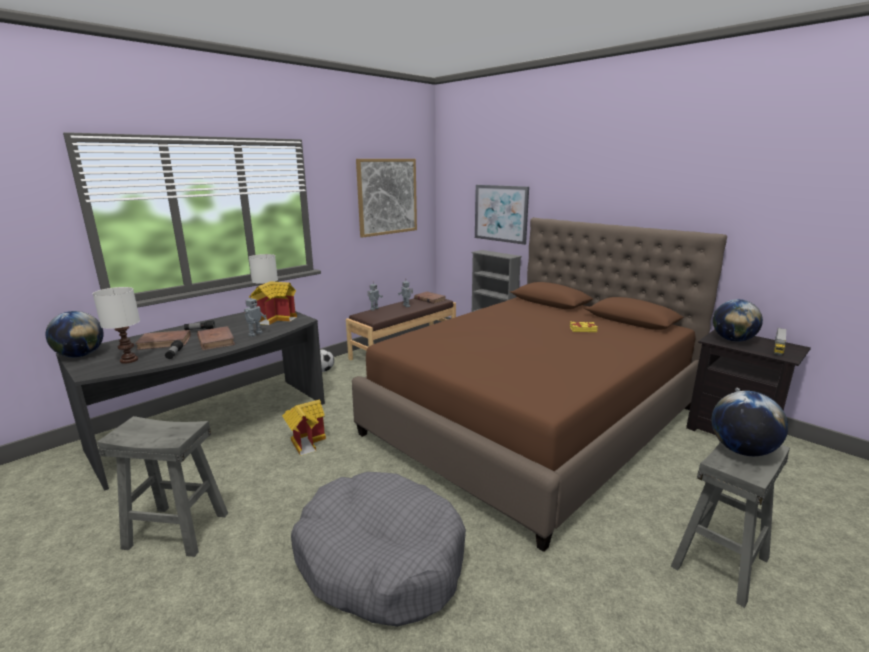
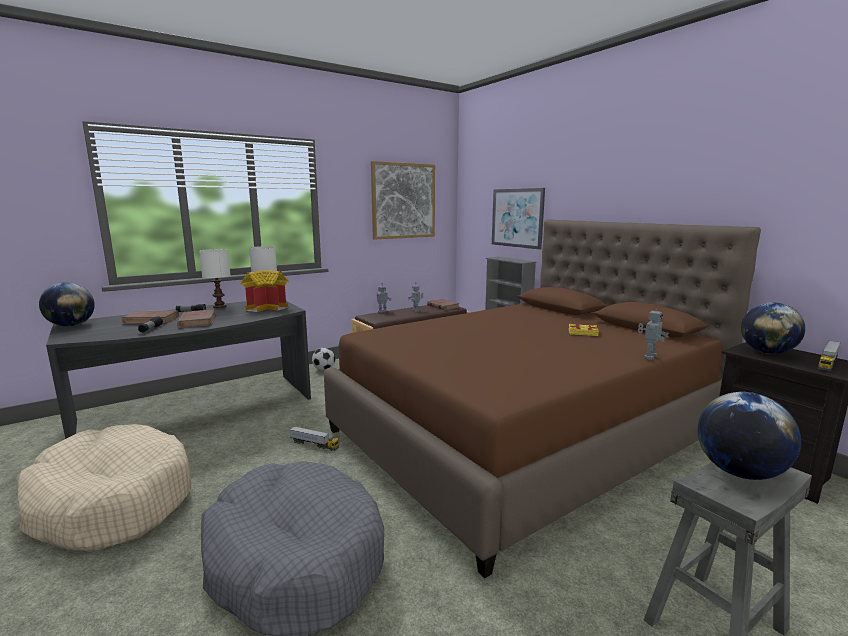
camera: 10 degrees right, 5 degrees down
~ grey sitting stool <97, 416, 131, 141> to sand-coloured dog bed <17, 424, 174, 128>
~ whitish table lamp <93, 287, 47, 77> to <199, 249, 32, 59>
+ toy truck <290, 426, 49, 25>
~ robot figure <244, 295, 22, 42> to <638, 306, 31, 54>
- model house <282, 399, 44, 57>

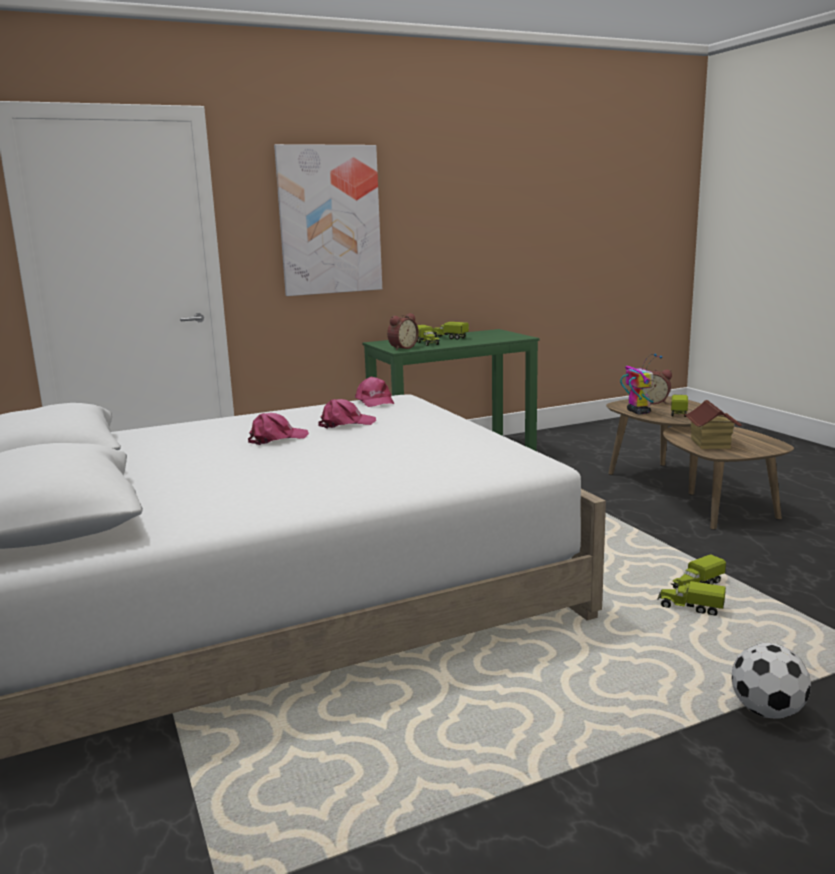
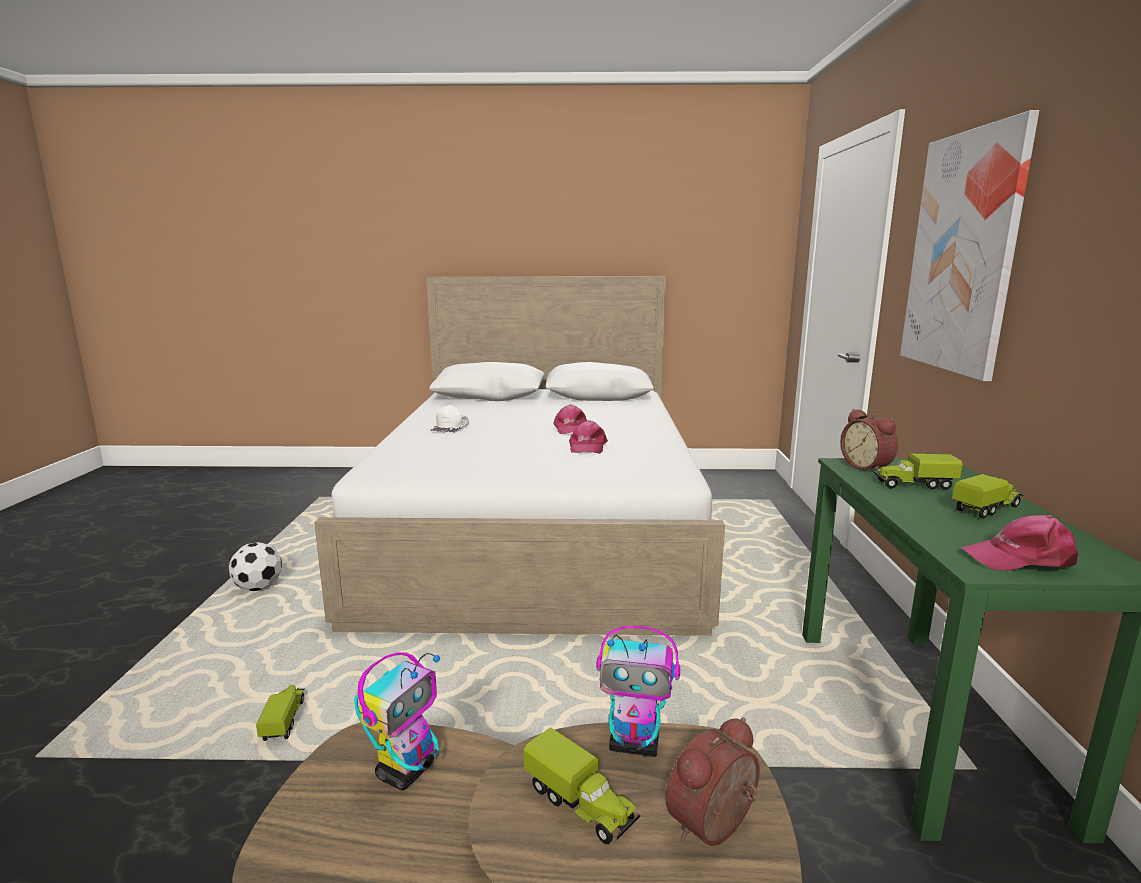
camera: 115 degrees right, 0 degrees up
~ ball for football <731, 643, 80, 76> to <229, 542, 53, 49>
~ model house <684, 400, 58, 49> to robot figure <354, 652, 87, 138>
+ whitish peaked cap <430, 405, 39, 28>
~ pink peaked cap <355, 377, 39, 30> to <961, 515, 117, 57>
- toy truck <657, 581, 69, 35>

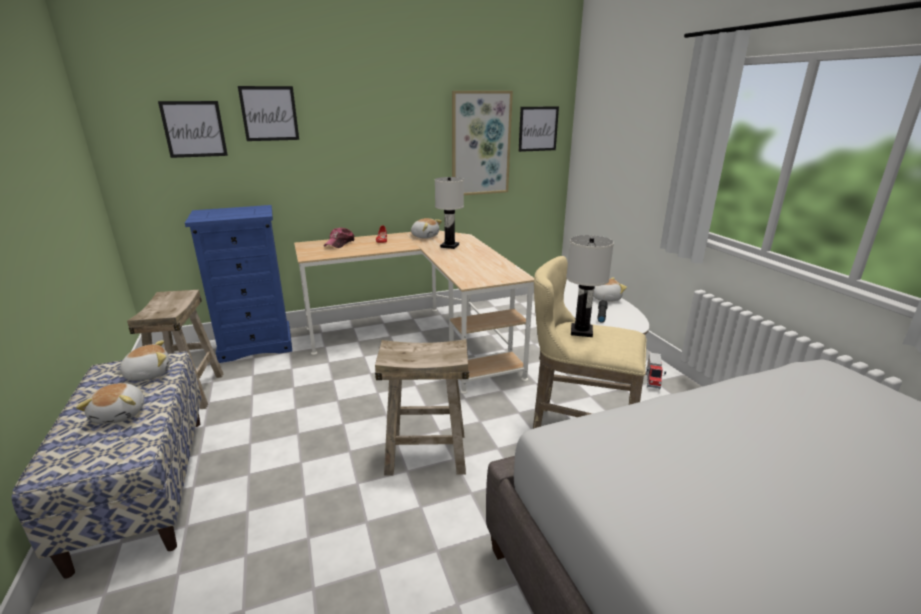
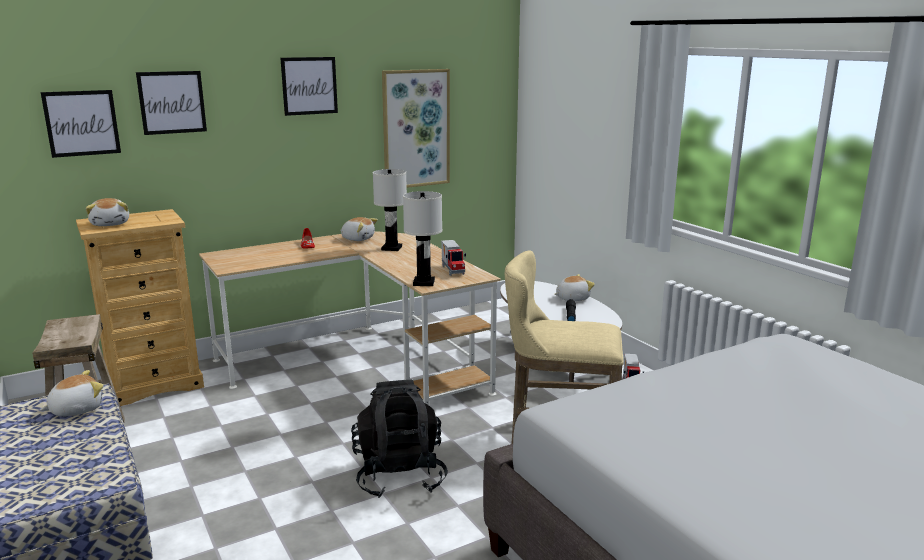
camera: 10 degrees left, 5 degrees down
~ blue chest of drawers <185, 205, 107, 158> to sand-coloured chest of drawers <76, 209, 128, 197>
~ soft toy <76, 383, 68, 41> to <85, 198, 44, 28>
~ picture <519, 106, 40, 46> to <280, 57, 58, 59>
~ sand-coloured sitting stool <375, 339, 94, 137> to black-coloured backpack <351, 380, 97, 118>
~ whitish table lamp <566, 235, 48, 102> to <403, 191, 39, 95>
+ toy truck <441, 240, 25, 36>
- peaked cap <324, 227, 31, 21>

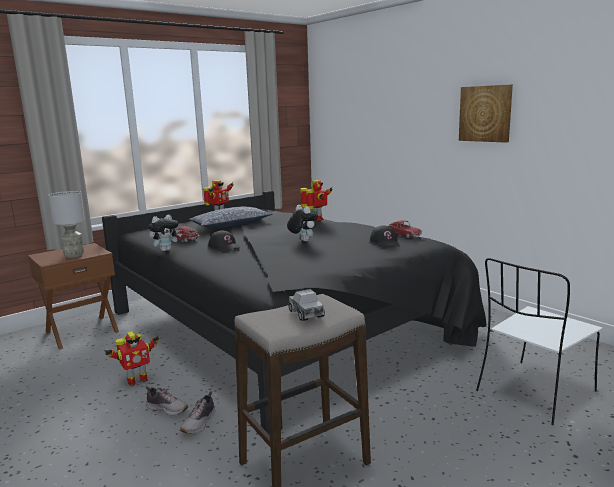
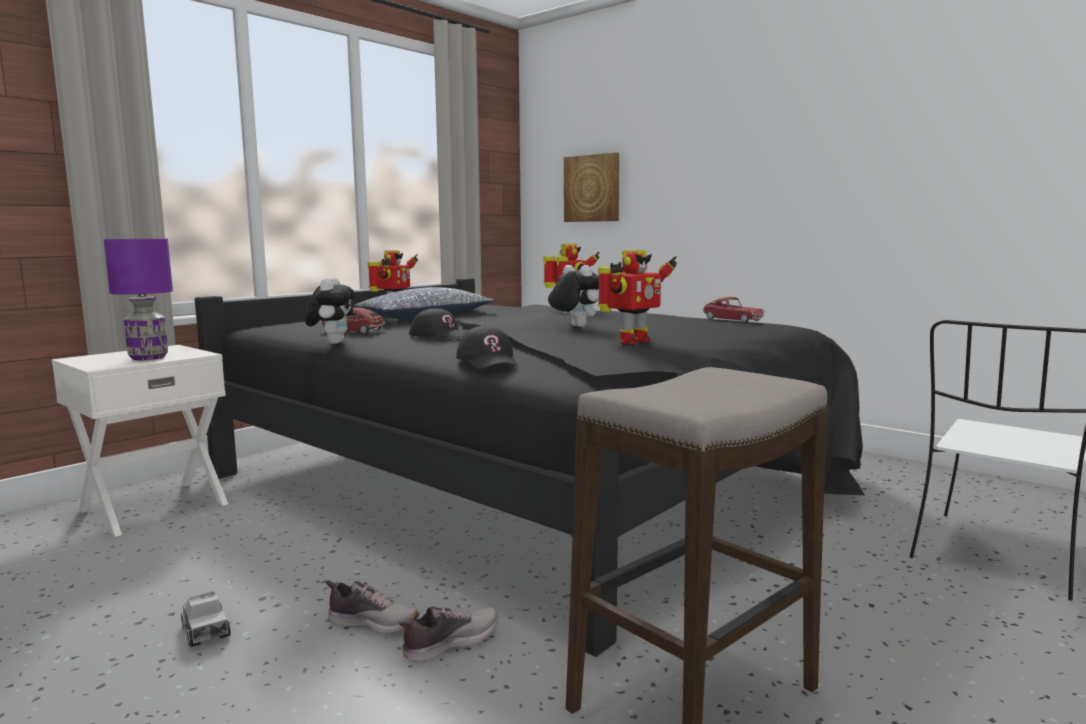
camera: 10 degrees left, 5 degrees down
~ brown bedside table <28, 243, 91, 107> to whitish bedside table <52, 345, 176, 192>
~ grey table lamp <48, 191, 37, 67> to purple-coloured table lamp <104, 239, 69, 121>
~ toy truck <289, 289, 36, 32> to <181, 591, 50, 56>
~ soft toy <149, 215, 33, 36> = <305, 278, 50, 66> 45 degrees counterclockwise
~ low shoe <180, 391, 35, 43> = <399, 606, 99, 57> 135 degrees counterclockwise
~ black-coloured peaked cap <370, 225, 30, 23> to <456, 326, 62, 43>
~ picture <459, 84, 54, 59> to <564, 152, 55, 70>
~ robot figure <104, 331, 55, 55> to <598, 250, 79, 95>

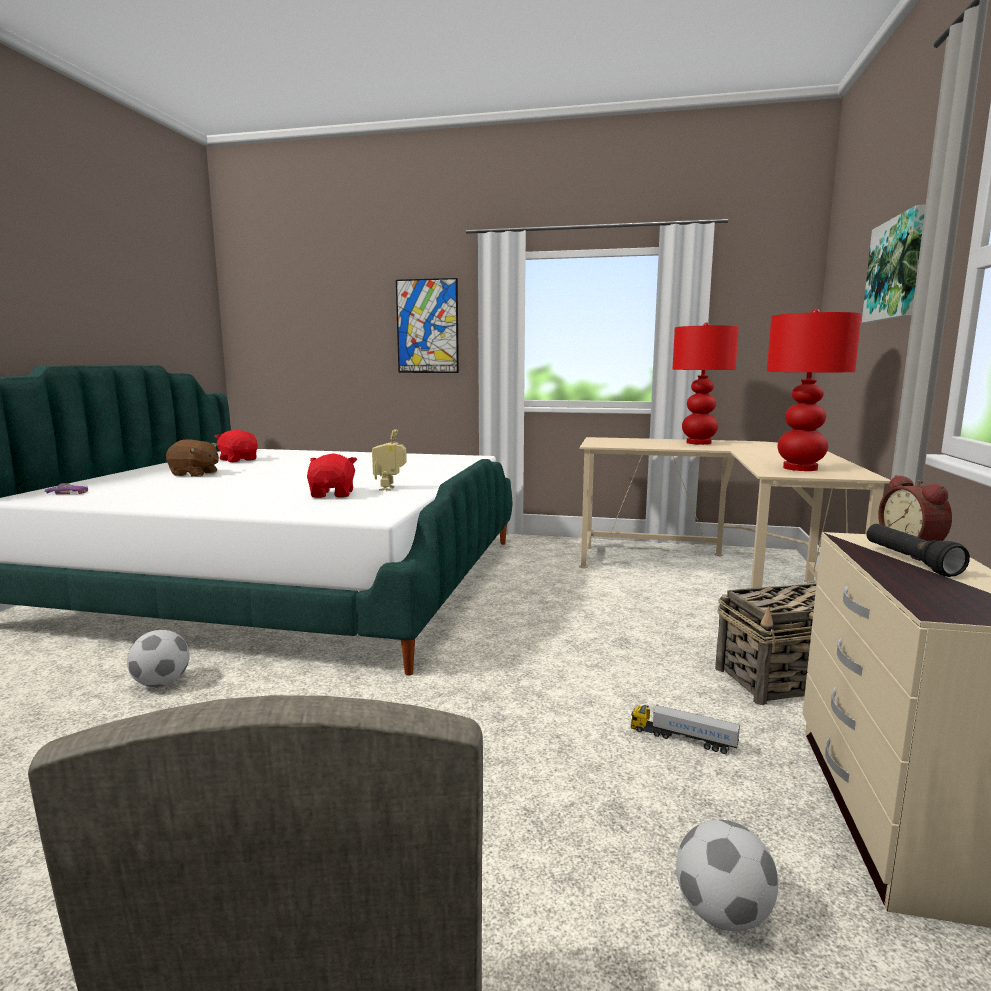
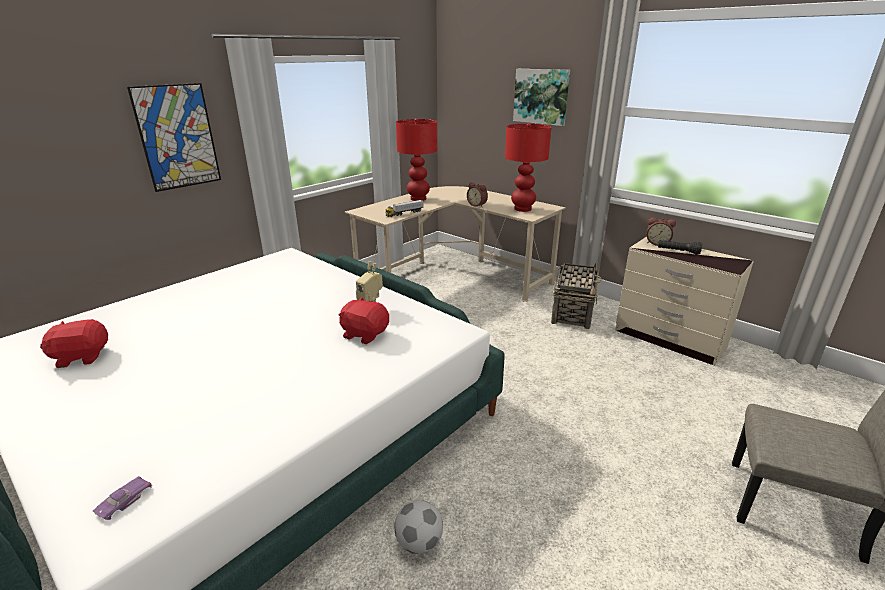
camera: 60 degrees left, 15 degrees up
~ toy truck <631, 705, 109, 49> to <385, 200, 39, 17>
+ alarm clock <467, 182, 21, 25>
- brown soft toy <166, 439, 53, 38>
- ball for football <676, 819, 102, 112>

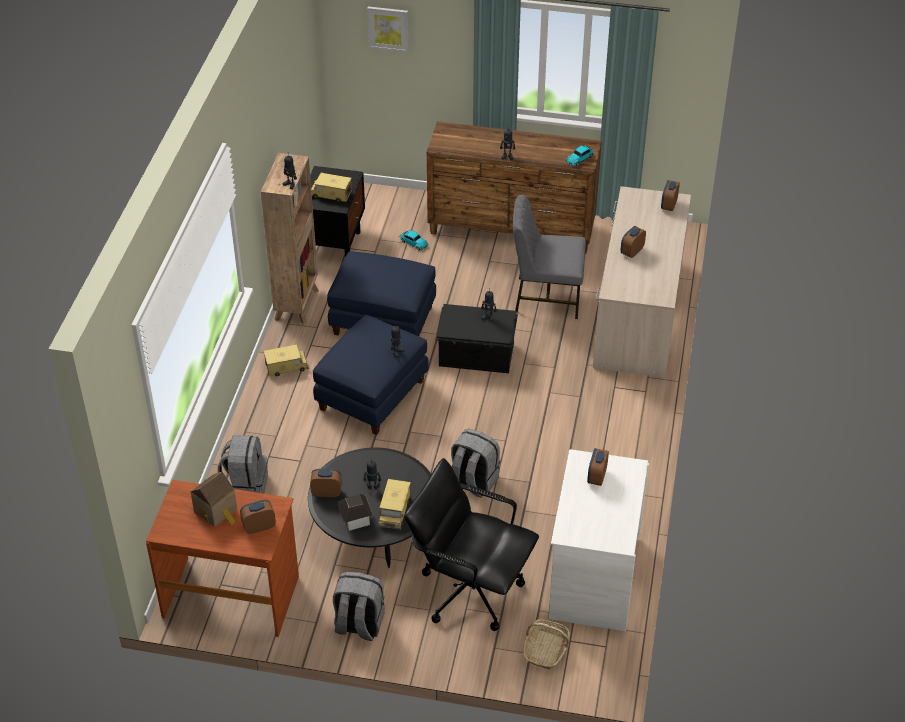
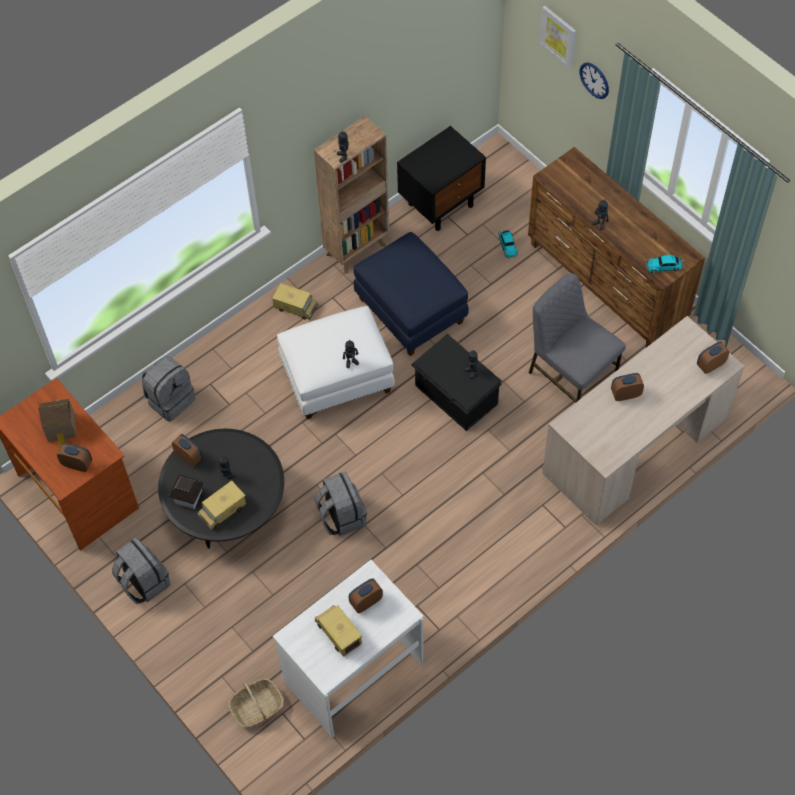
camera: 40 degrees right, 15 degrees up
~ blue ottoman <313, 315, 116, 120> to whitish ottoman <277, 306, 118, 113>
~ toy truck <311, 173, 41, 29> to <315, 605, 47, 52>
+ clock on the wall <580, 62, 29, 37>
- black-coloured computer chair <404, 458, 135, 173>

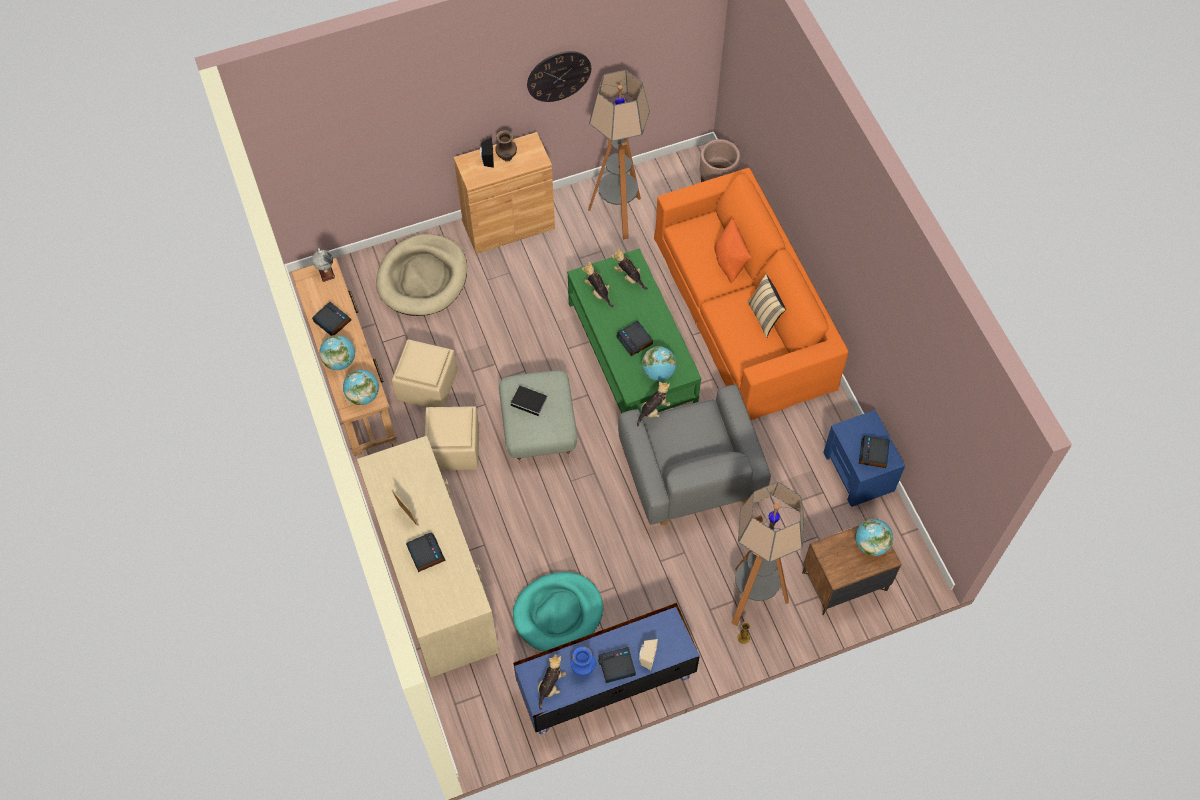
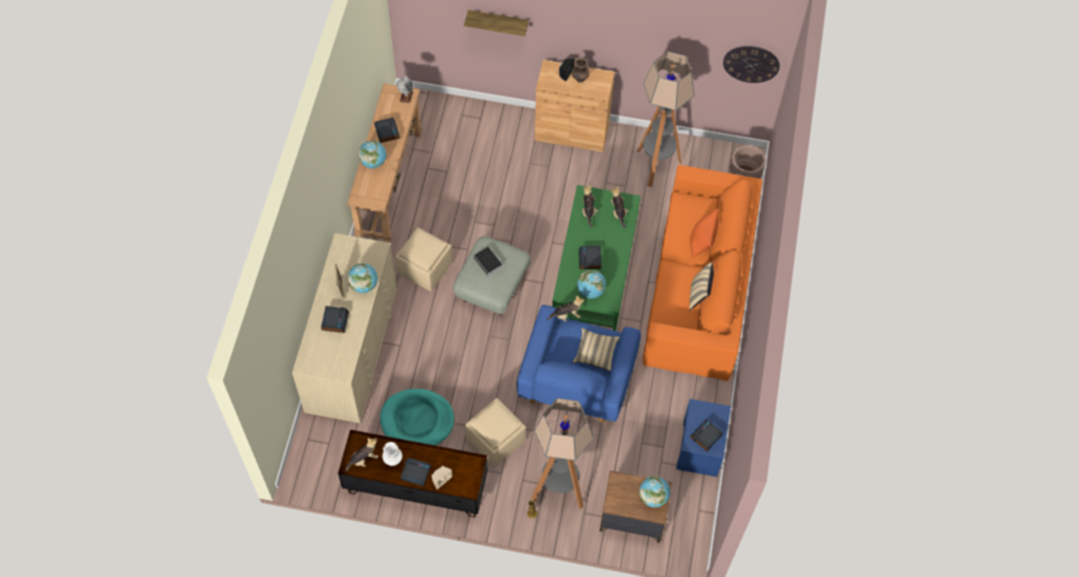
camera: 30 degrees right, 0 degrees up
~ blue media console <513, 603, 187, 131> to brown media console <338, 430, 150, 88>
~ globe <343, 370, 36, 35> to <348, 263, 30, 30>
~ blue flower vase <570, 647, 26, 29> to whitish flower vase <382, 442, 20, 24>
+ shelf <464, 10, 65, 26>
~ sand-coloured ottoman <392, 339, 65, 68> to <465, 398, 61, 69>
~ grey armchair <618, 384, 153, 141> to blue armchair <517, 305, 124, 118>
+ sand-coloured cushion <573, 328, 47, 43>
~ clock on the wall <527, 51, 64, 51> to <723, 46, 57, 37>
- sand-coloured dog bed <376, 234, 91, 82>

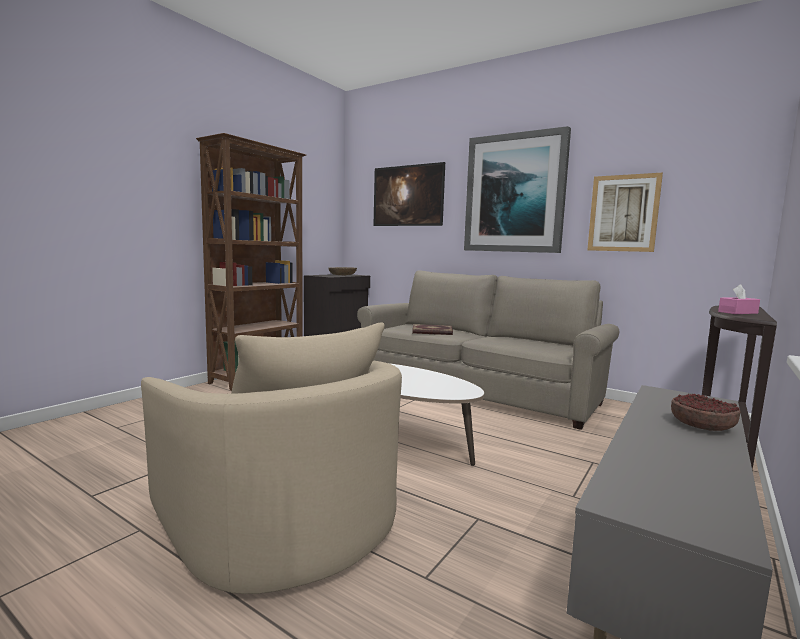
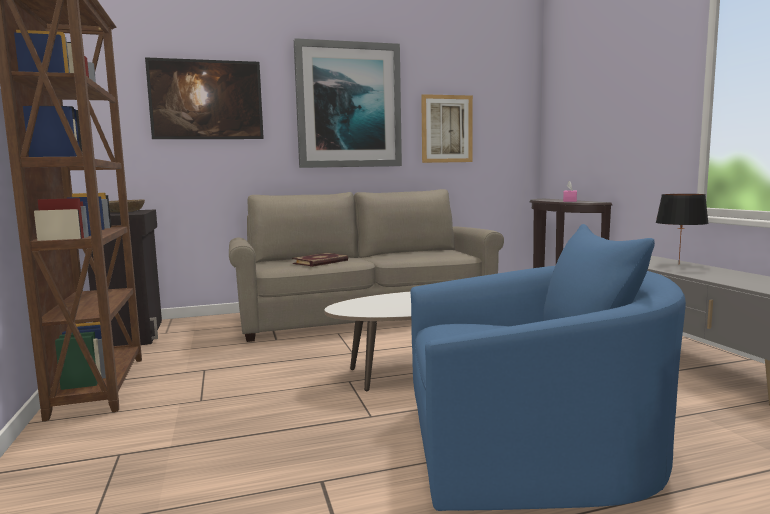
camera: 50 degrees left, 0 degrees up
~ sand-coloured armchair <141, 323, 261, 271> to blue armchair <411, 224, 275, 287>
~ serving bowl <671, 394, 69, 37> to black-coloured table lamp <655, 194, 54, 68>

